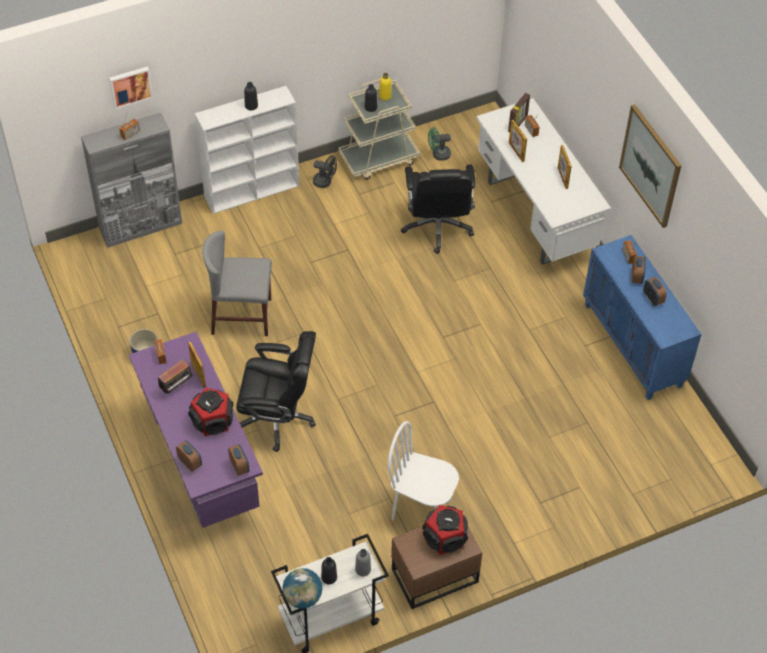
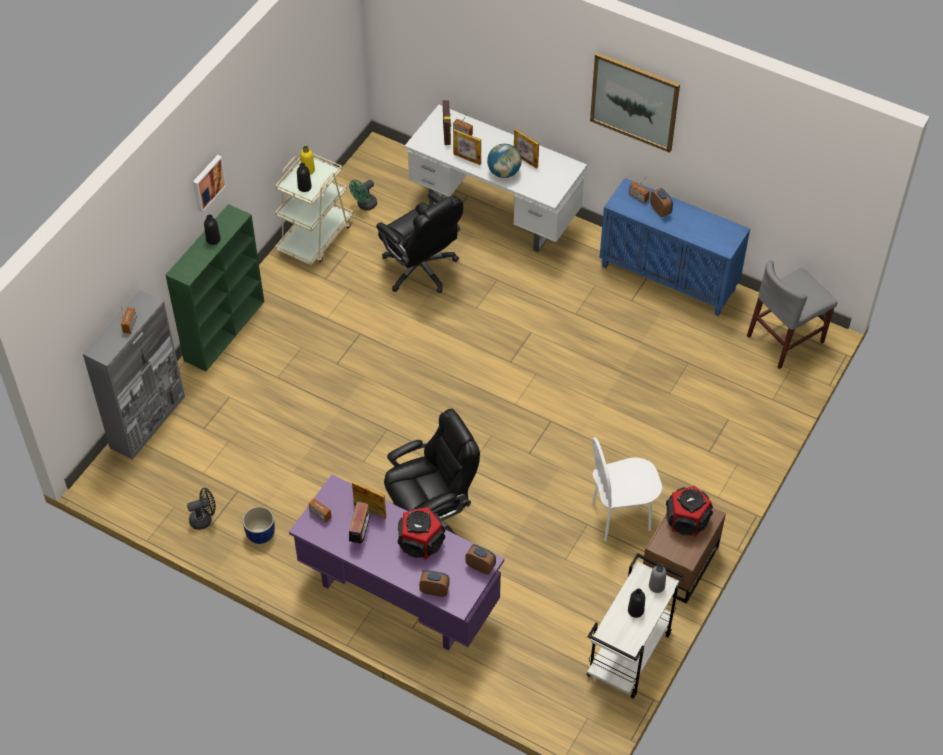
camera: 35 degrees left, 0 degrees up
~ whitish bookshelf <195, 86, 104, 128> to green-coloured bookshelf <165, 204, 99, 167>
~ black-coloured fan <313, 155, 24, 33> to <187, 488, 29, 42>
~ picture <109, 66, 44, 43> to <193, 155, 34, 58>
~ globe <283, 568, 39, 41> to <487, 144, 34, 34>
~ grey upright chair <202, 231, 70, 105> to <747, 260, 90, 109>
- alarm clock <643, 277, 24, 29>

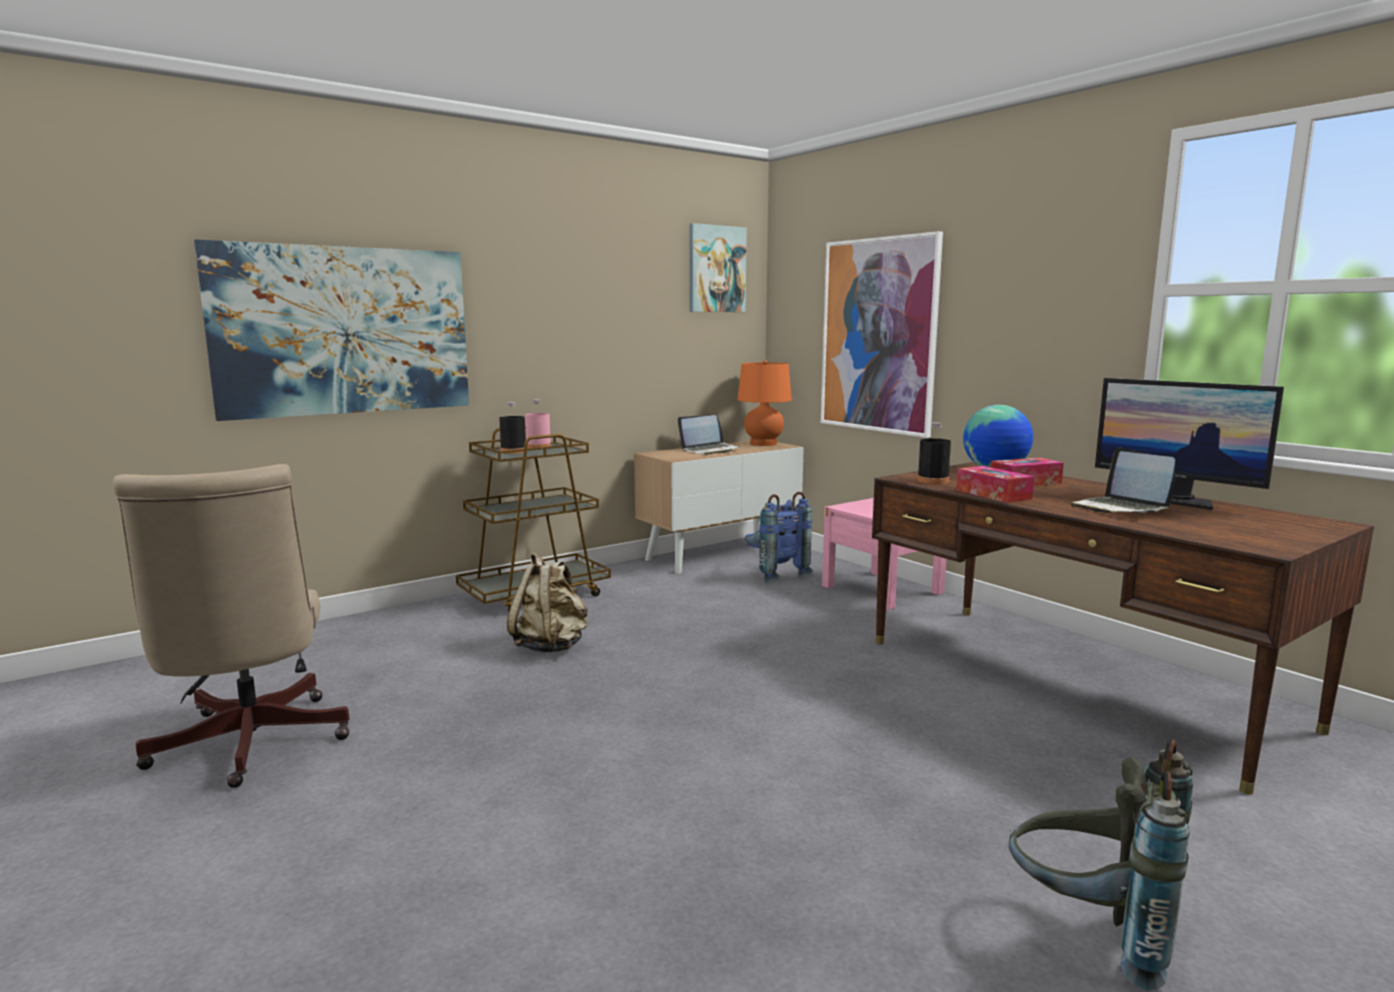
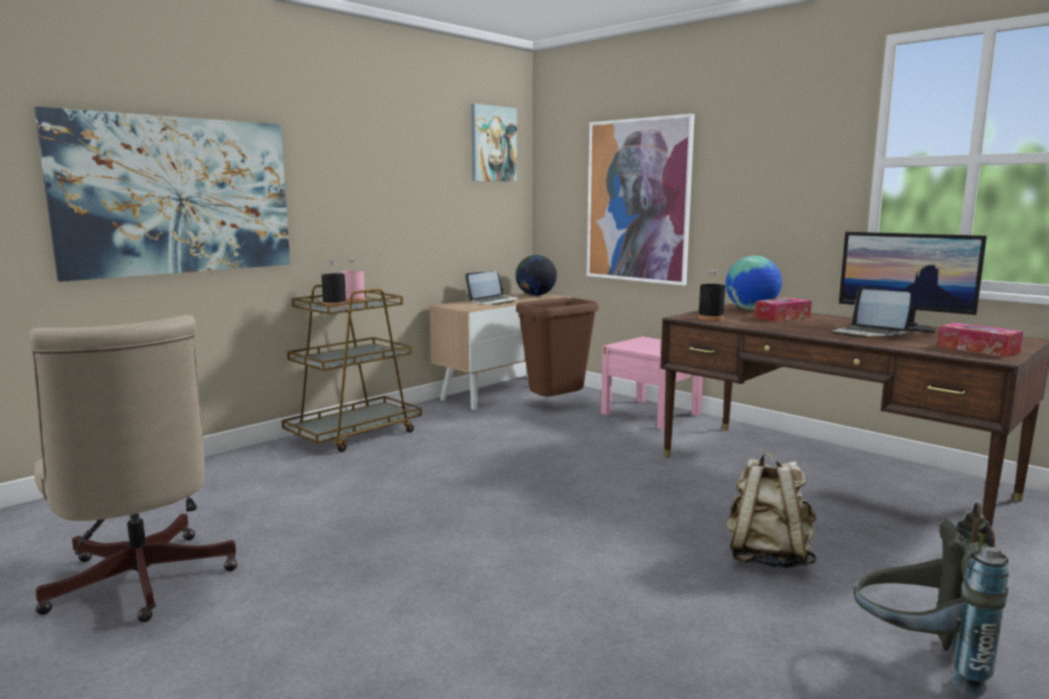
camera: 10 degrees left, 0 degrees up
~ orangey table lamp <737, 360, 55, 86> to globe <516, 255, 41, 41>
~ blue backpack <745, 492, 68, 91> to brown waste bin <516, 298, 82, 99>
~ sand-coloured backpack <507, 552, 81, 100> to <726, 453, 90, 115>
~ box of tissues <957, 466, 77, 37> to <938, 323, 85, 34>

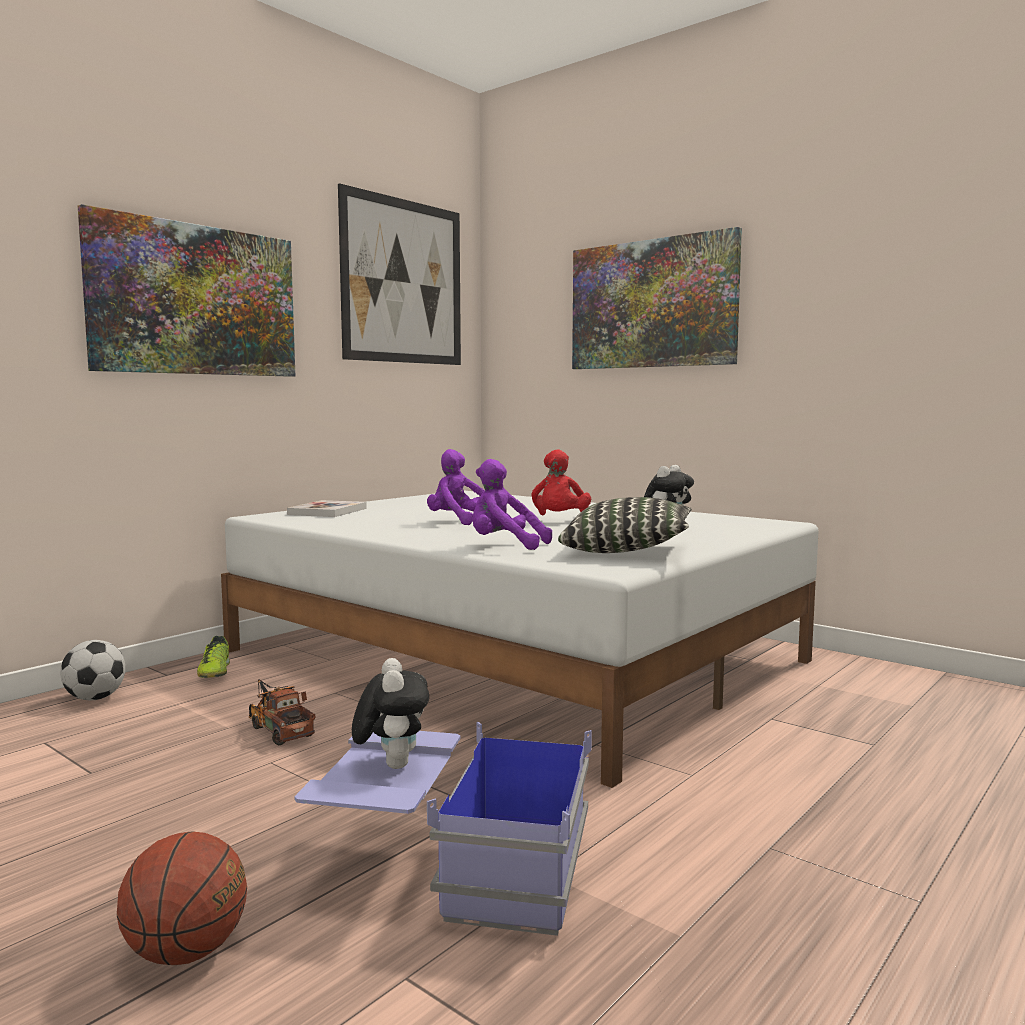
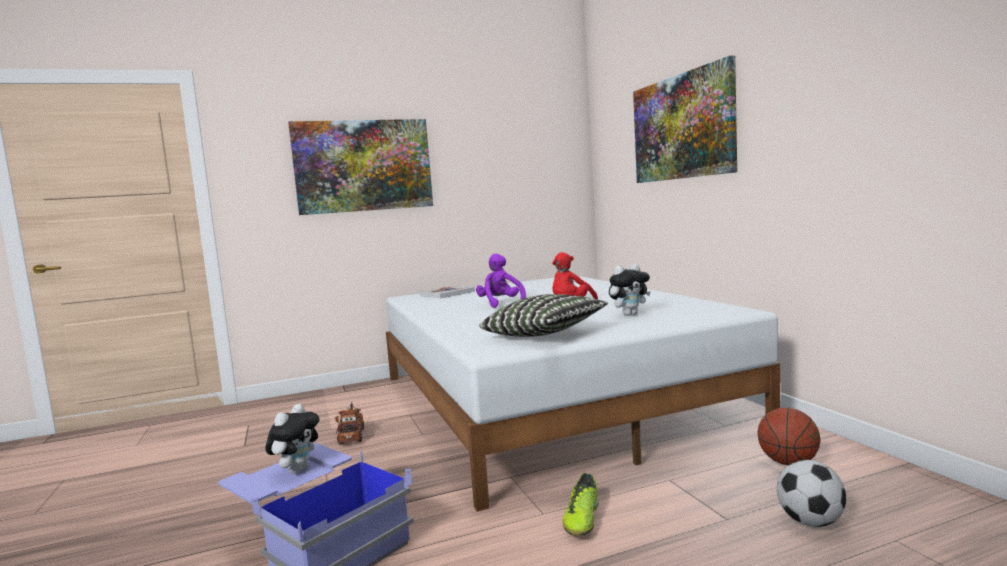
camera: 30 degrees right, 0 degrees up
~ low shoe <197, 636, 33, 42> to <563, 473, 36, 62>
~ basketball ball <117, 831, 130, 134> to <758, 408, 62, 58>
~ ball for football <60, 640, 65, 60> to <777, 460, 69, 67>
- picture <338, 183, 123, 182>
- purple-coloured soft toy <473, 459, 79, 91>

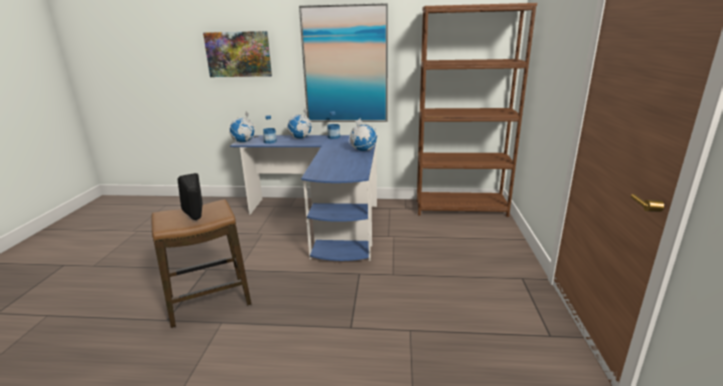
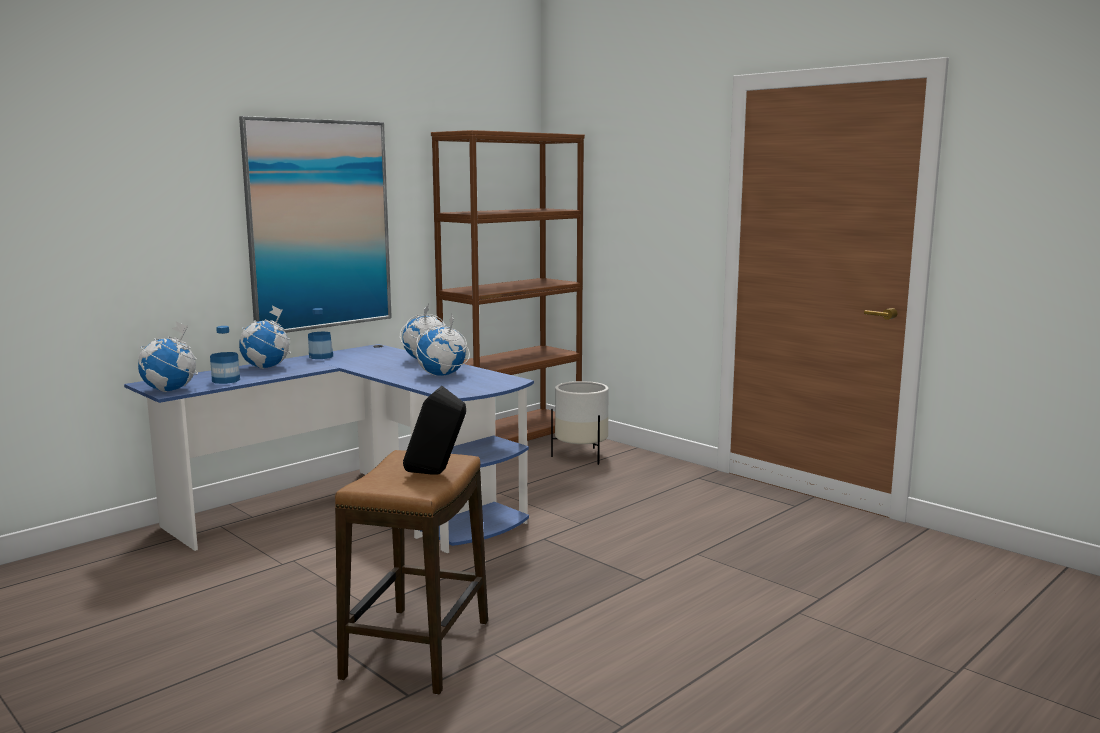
camera: 50 degrees left, 10 degrees down
+ globe <416, 313, 54, 63>
+ whitish flower pot <551, 381, 58, 84>
- picture <203, 31, 69, 46>

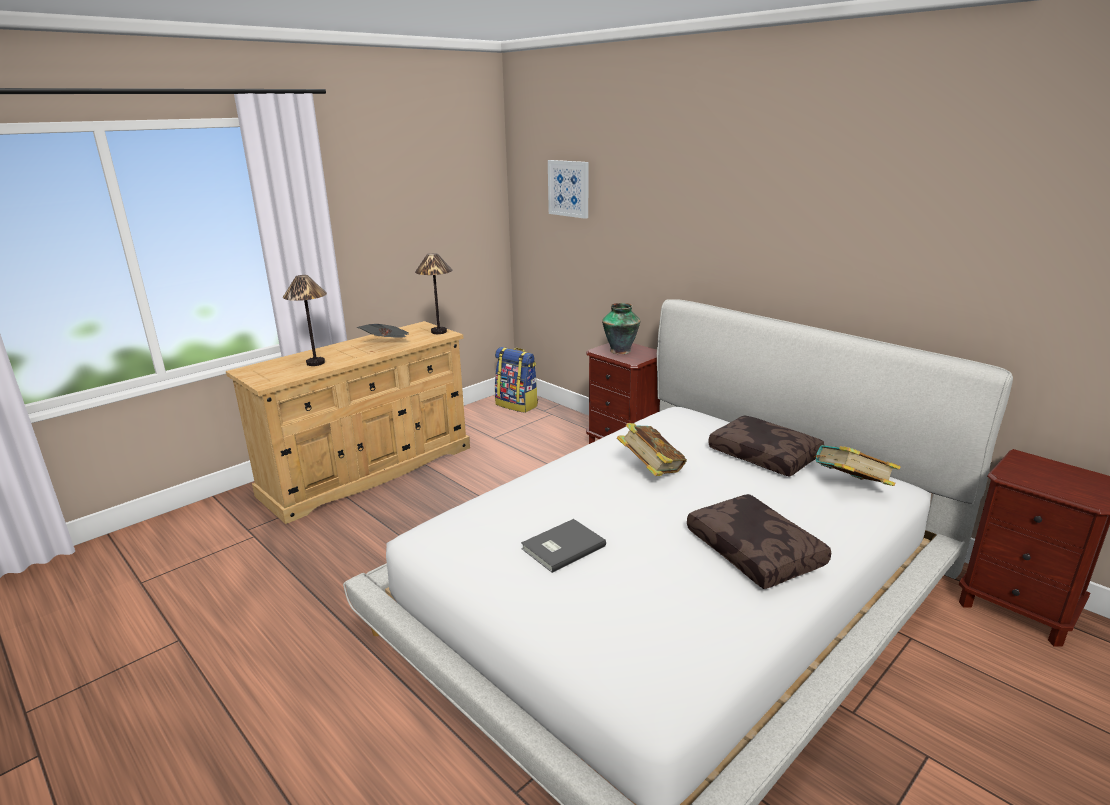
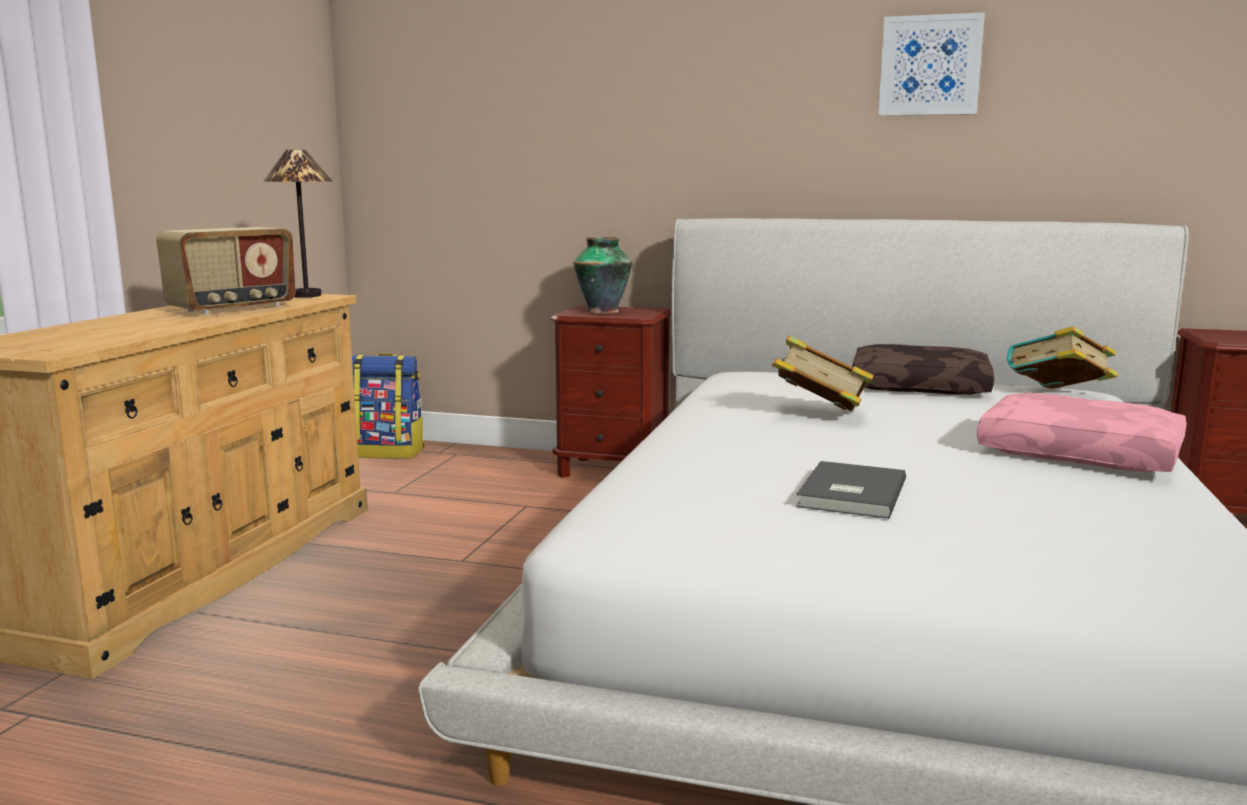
camera: 30 degrees left, 10 degrees down
~ newspaper <357, 324, 52, 14> to radio receiver <156, 227, 140, 88>
~ picture <548, 160, 40, 59> to <878, 12, 107, 104>
~ brown cushion <687, 494, 144, 95> to pink cushion <977, 393, 209, 79>
- table lamp <283, 275, 44, 91>

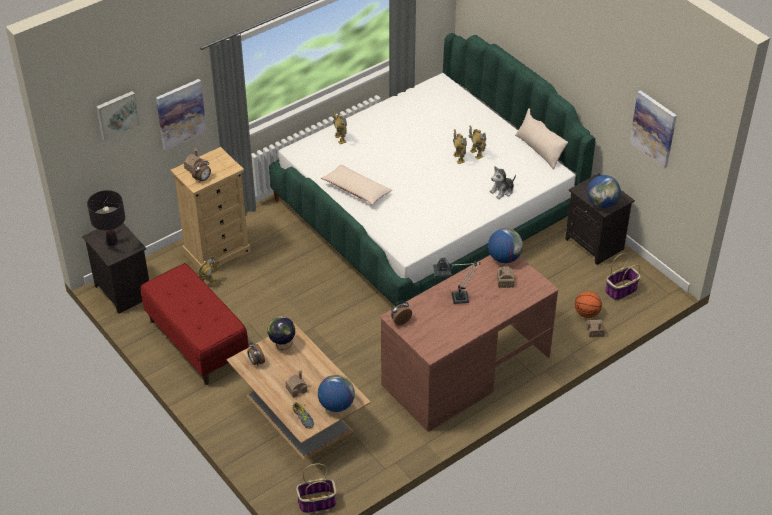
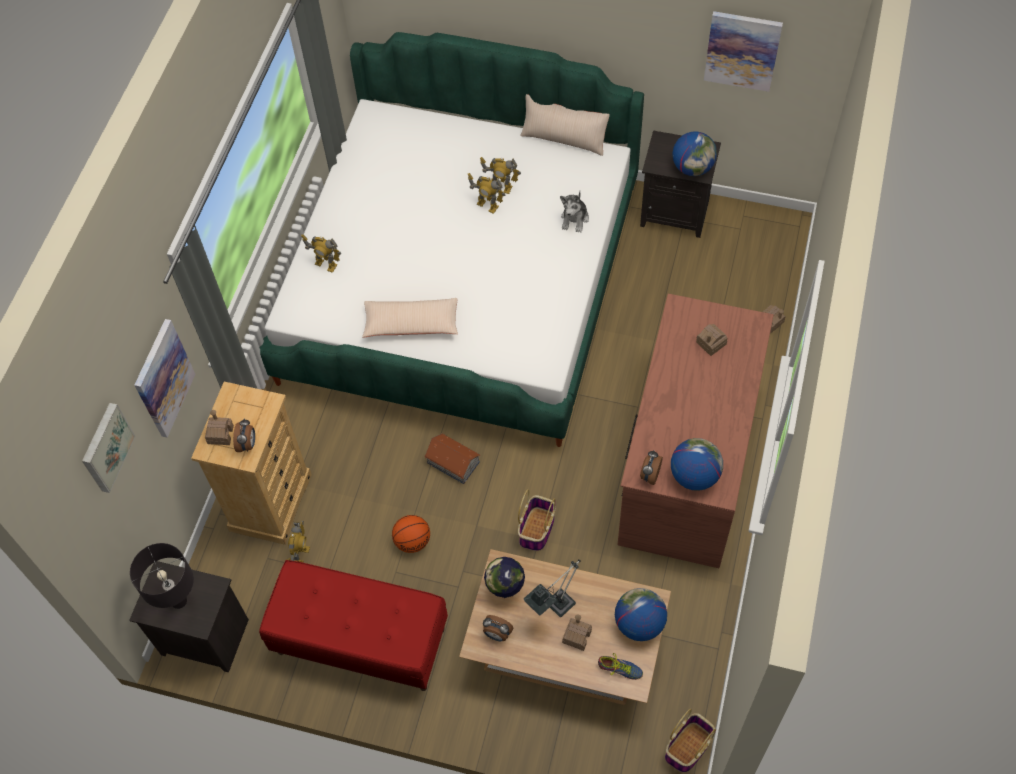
camera: 35 degrees left, 15 degrees up
~ basketball ball <575, 291, 27, 27> to <392, 515, 38, 38>
+ model house <424, 433, 57, 51>
~ household basket <605, 253, 35, 47> to <518, 489, 38, 62>
~ table lamp <433, 257, 48, 47> to <524, 560, 57, 57>
~ globe <488, 228, 35, 35> to <671, 438, 52, 53>

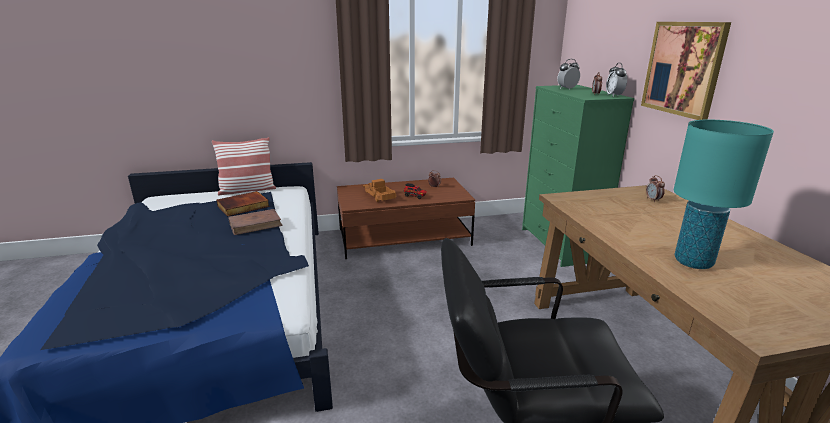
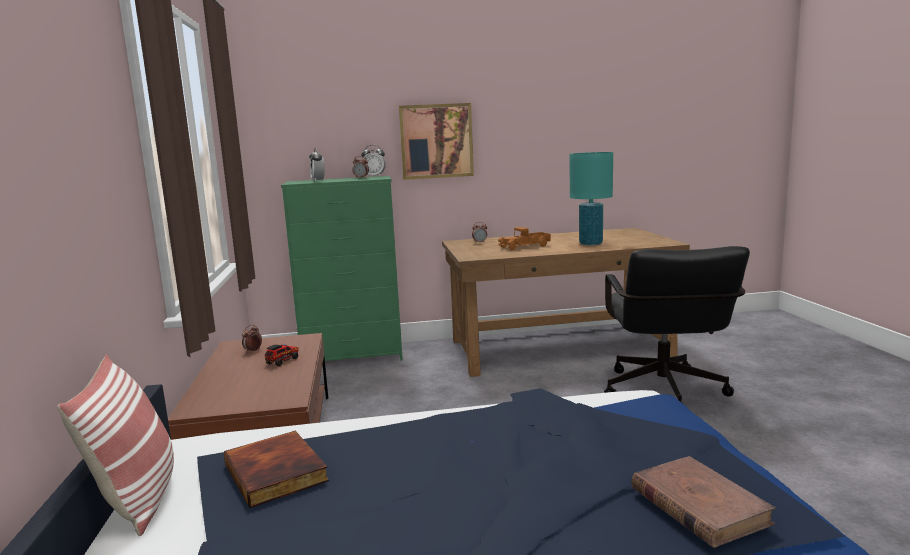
camera: 85 degrees left, 10 degrees down
~ toy truck <363, 179, 34, 23> to <498, 227, 53, 23>
~ brown book <228, 209, 55, 26> to <631, 456, 145, 92>

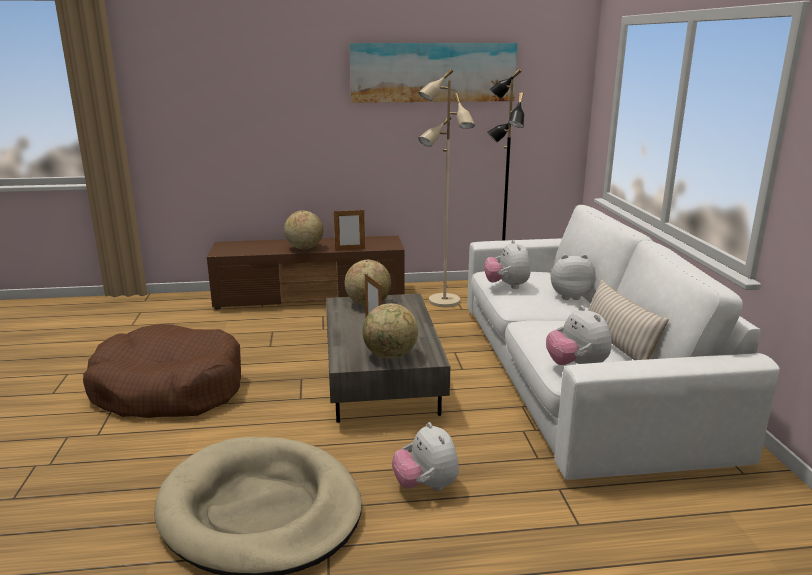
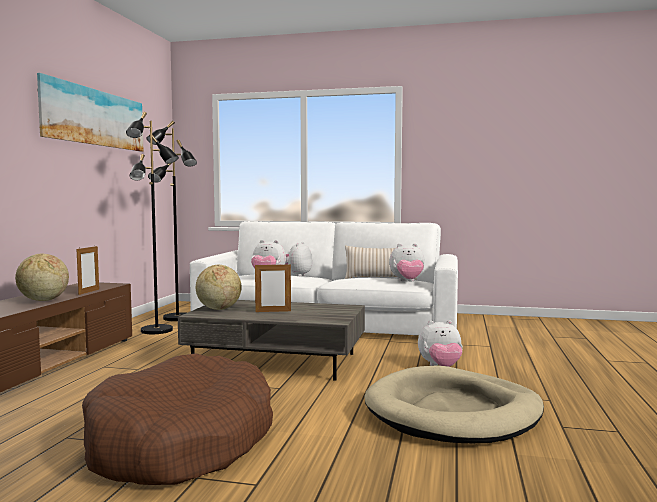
camera: 70 degrees left, 15 degrees down
~ sand-coloured standing lamp <418, 69, 57, 238> to black-coloured standing lamp <126, 112, 53, 222>
- globe <362, 303, 56, 56>

